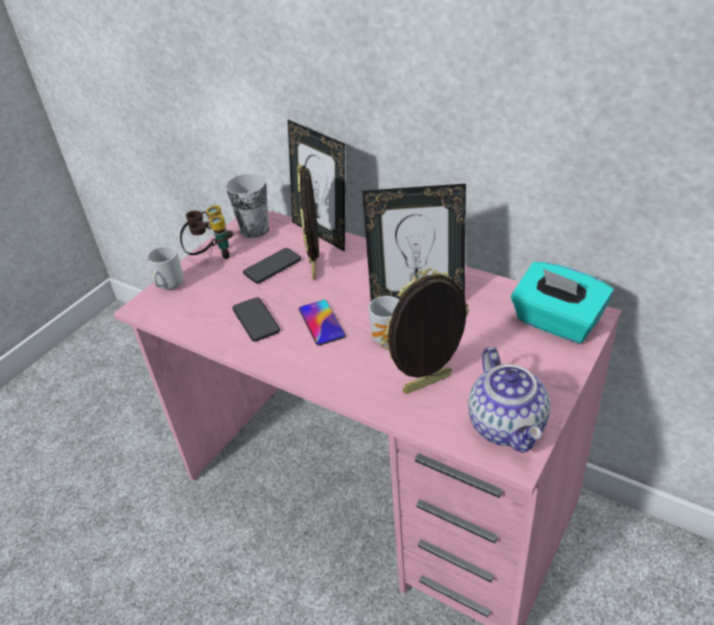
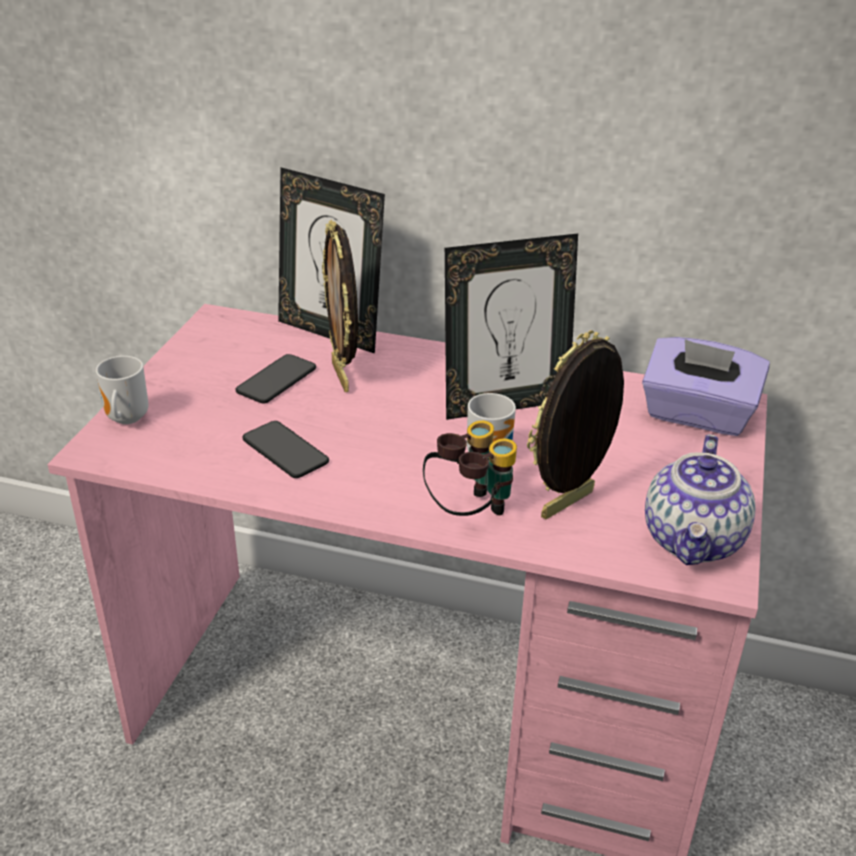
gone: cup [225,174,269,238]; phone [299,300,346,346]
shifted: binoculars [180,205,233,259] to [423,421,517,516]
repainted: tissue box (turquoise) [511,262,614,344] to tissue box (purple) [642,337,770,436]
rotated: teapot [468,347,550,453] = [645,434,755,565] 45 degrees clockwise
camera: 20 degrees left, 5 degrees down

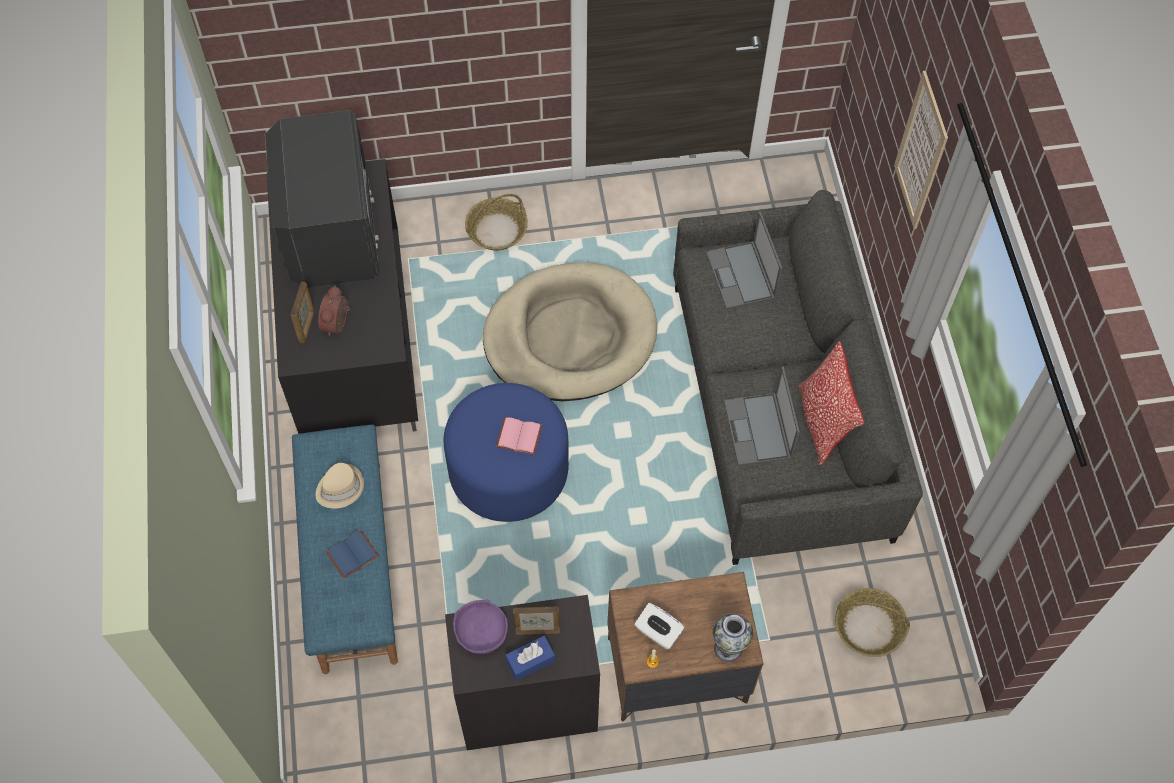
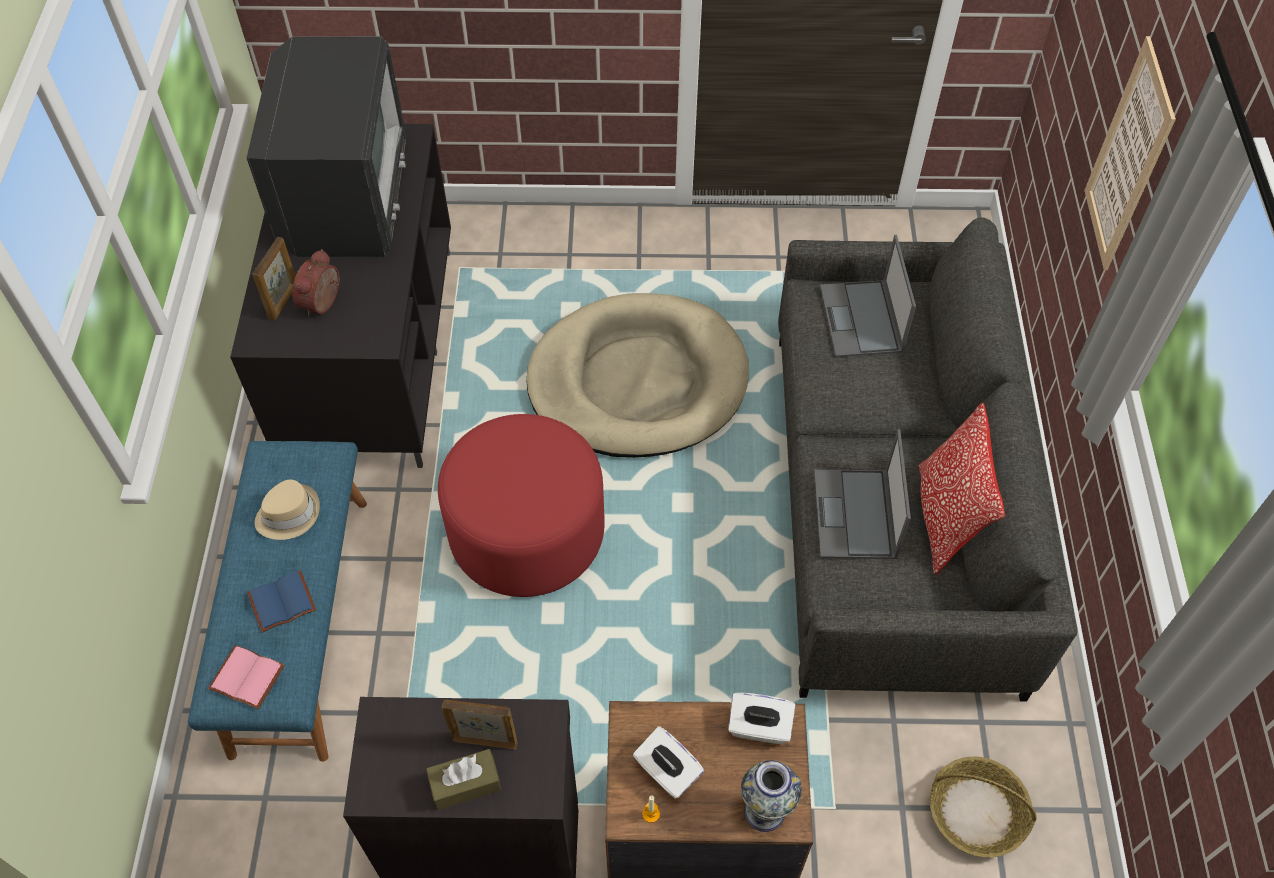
gone: bowl (purple) [453,599,508,654]; basket [465,194,528,251]
new: tissue box (white) [728,693,795,744]
shifted: book (pink) [496,417,542,455] to [208,645,285,709]
repainted: ottoman (blue) [444,383,569,522] to ottoman (red) [438,414,605,597]; tissue box (blue) [505,636,555,681] to tissue box (brown) [426,749,501,810]
camera: 10 degrees right, 5 degrees down

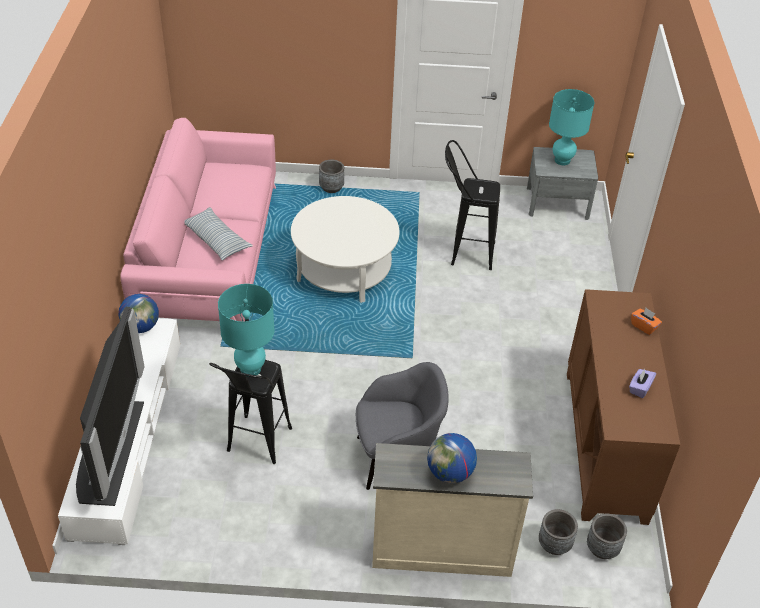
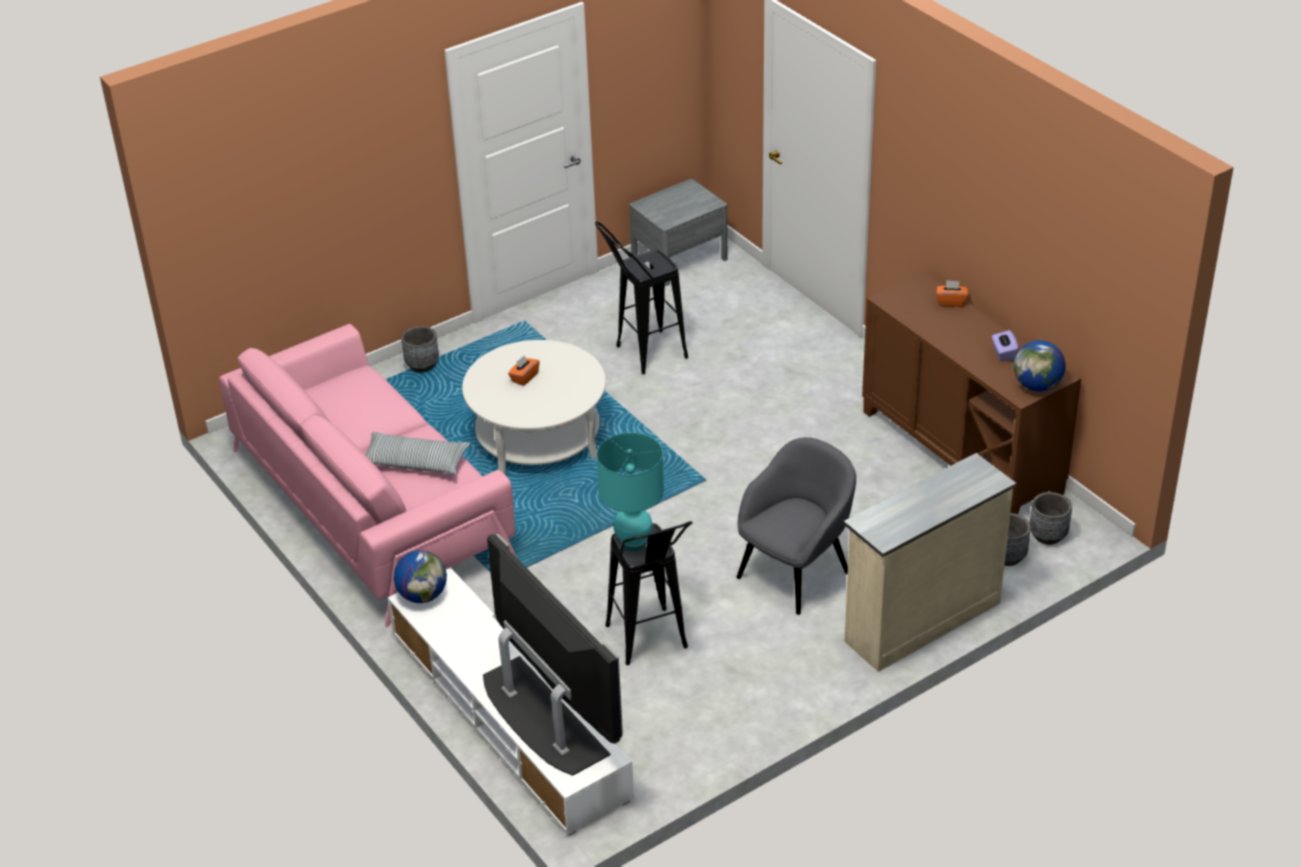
gone: table lamp (turquoise) [549,89,594,165]
new: tissue box (orange) [508,355,540,386]
shifted: globe [427,433,477,483] to [1013,340,1066,392]
camera: 35 degrees left, 5 degrees down

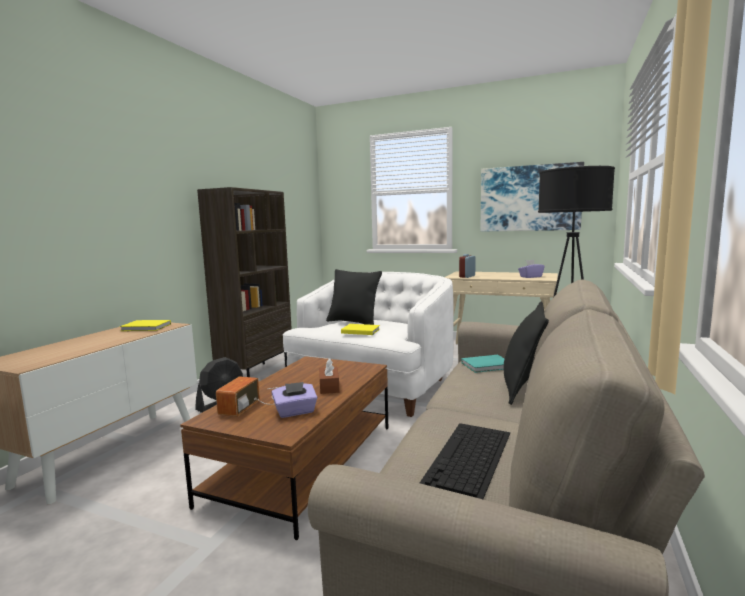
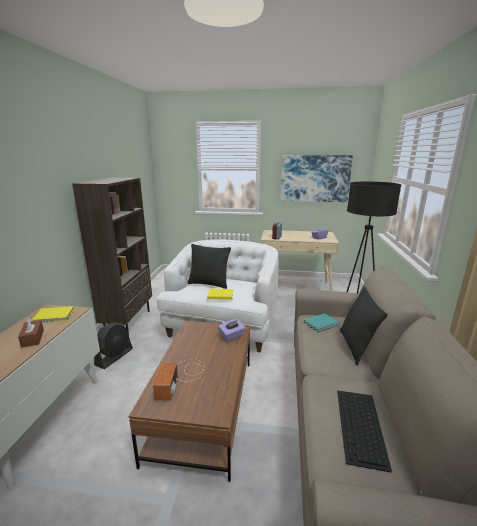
shifted: tissue box (purple) [272,382,317,418] to [218,319,245,342]; tissue box (brown) [319,358,340,394] to [18,317,44,348]
camera: 15 degrees left, 10 degrees up

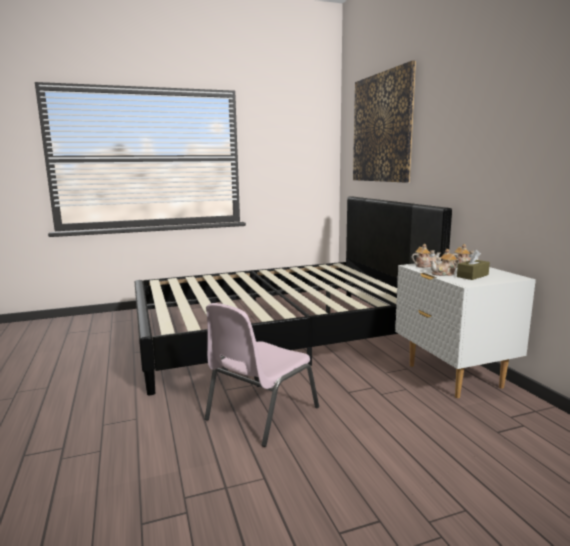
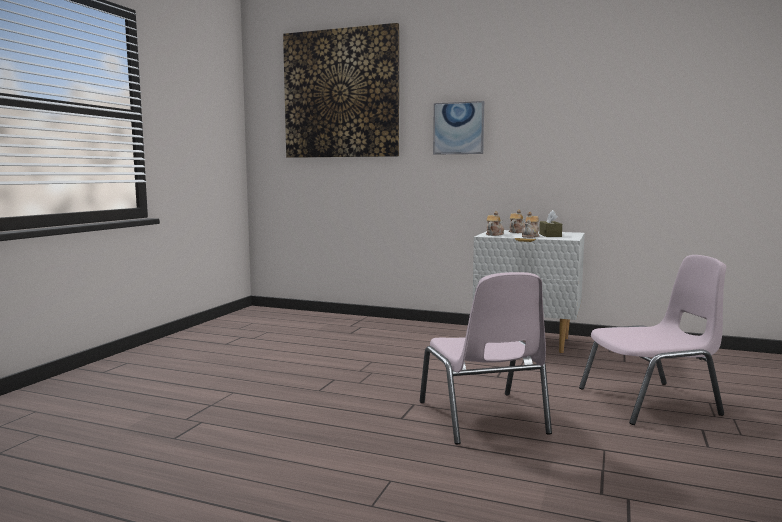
gone: bed (black) [135,196,452,395]
new: picture [433,101,484,155]; chair (pink) [579,255,726,425]
camera: 50 degrees left, 5 degrees down

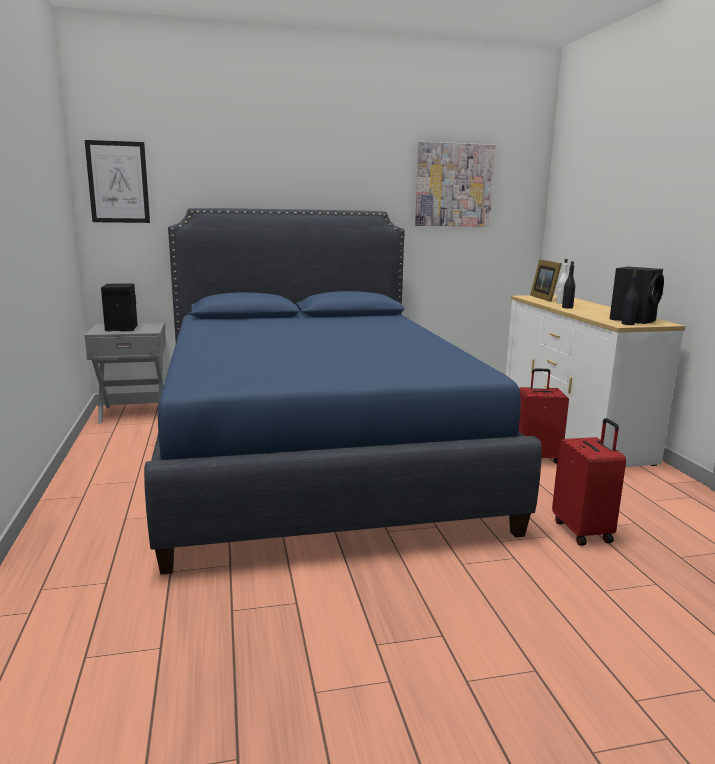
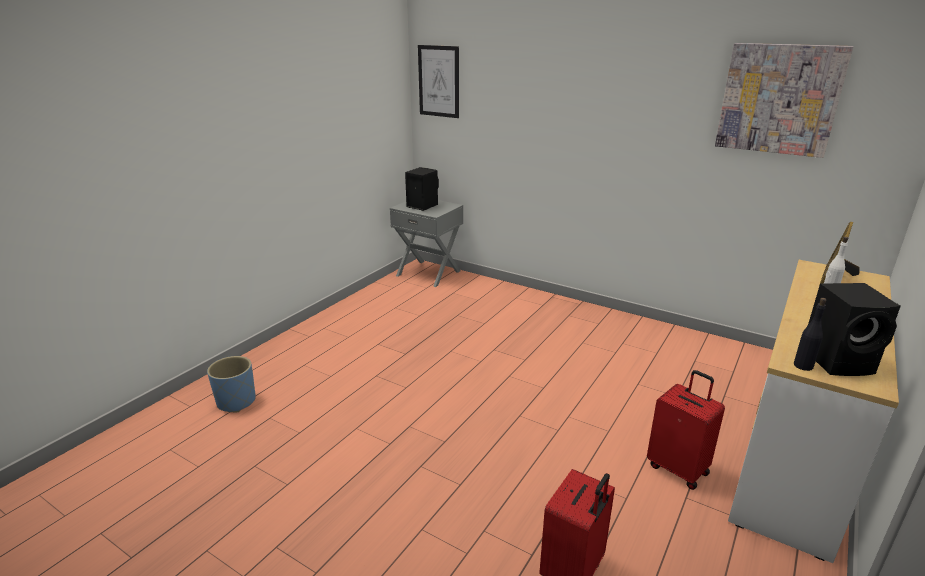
gone: bed (blue) [144,208,542,575]; bottle (black) [562,261,575,309]
new: planter (blue) [207,356,256,412]
camera: 45 degrees right, 10 degrees up

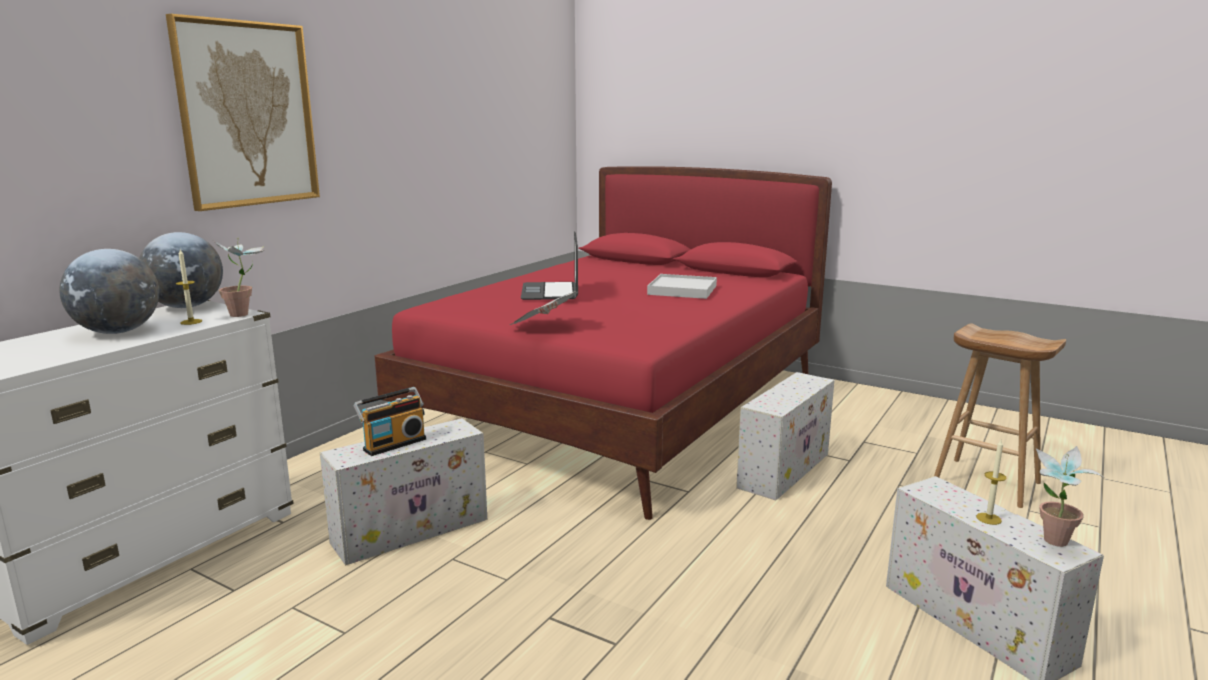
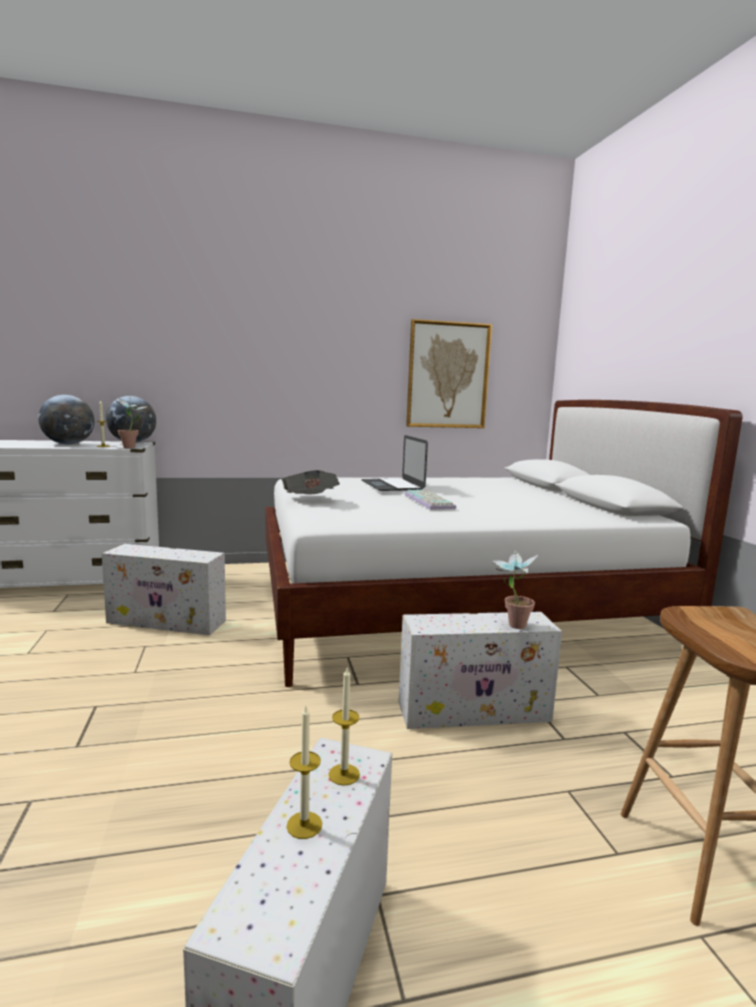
gone: radio [354,387,426,456]; tray (white) [647,274,717,299]
new: candle [329,668,360,786]; keyboard [404,489,456,510]
shifted: picture [166,14,320,211] to [406,319,492,428]; potted plant [1036,446,1103,547] to [490,550,538,629]
repainted: bed (red) [374,166,832,520] to bed (white) [266,400,742,687]
rotated: laptop [521,232,578,300] = [361,435,428,491] 60 degrees counterclockwise
camera: 45 degrees right, 5 degrees down

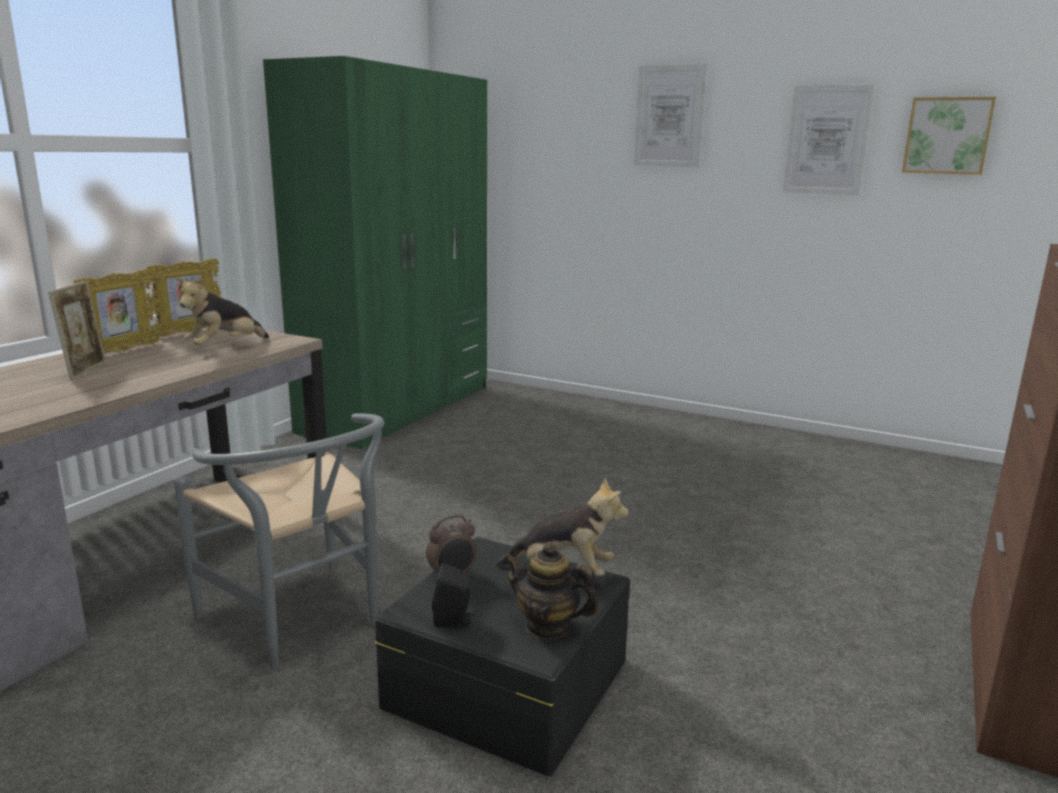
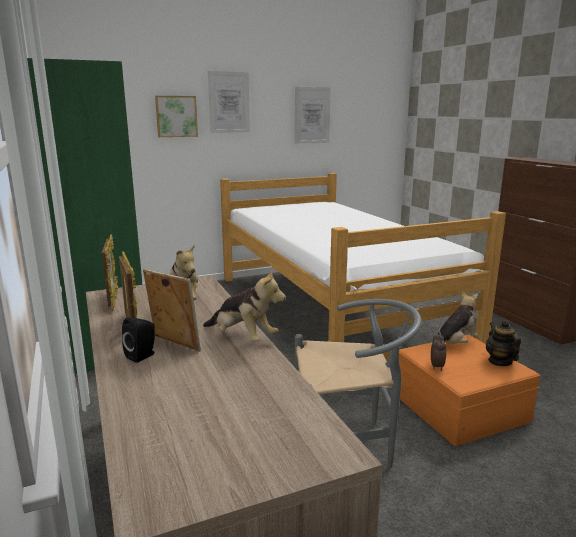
new: plush toy [203,269,286,342]; bed [220,173,506,361]
shifted: speaker (black) [432,563,475,628] to [122,317,155,363]; picture [902,97,996,175] to [155,96,198,137]
repainted: storage box (black) [374,537,630,776] to storage box (orange) [399,335,540,446]
rotated: teapot [504,542,599,639] = [486,320,521,366] 105 degrees clockwise
camera: 50 degrees left, 0 degrees up

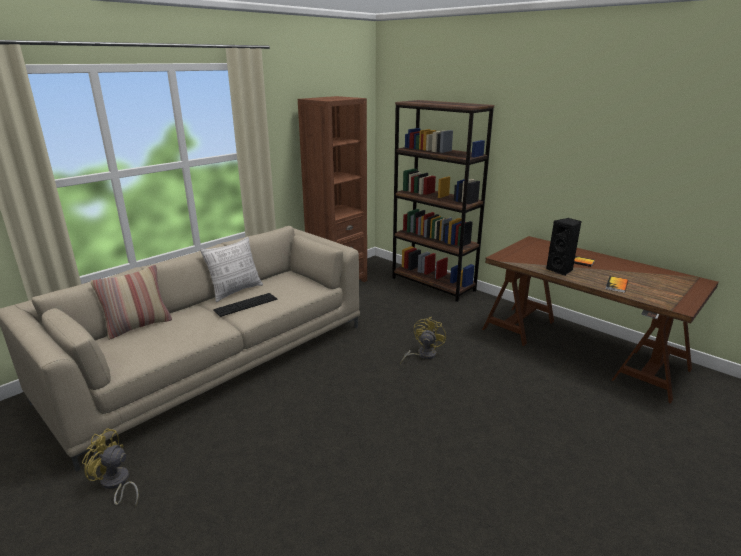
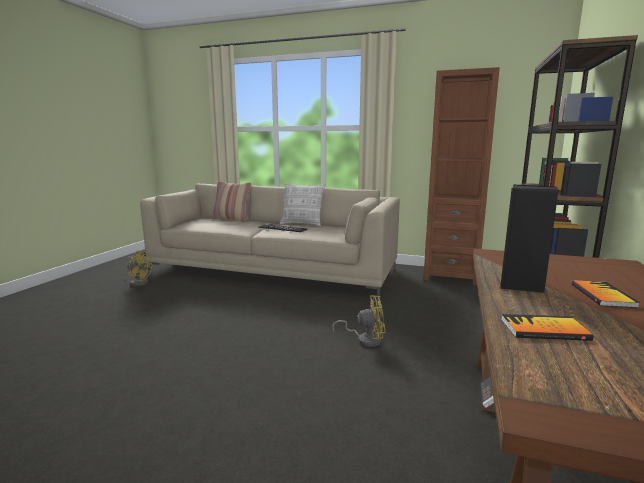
rotated: fan (yellow) [82,428,139,506] = [126,250,152,286] 120 degrees clockwise
camera: 65 degrees right, 10 degrees down

